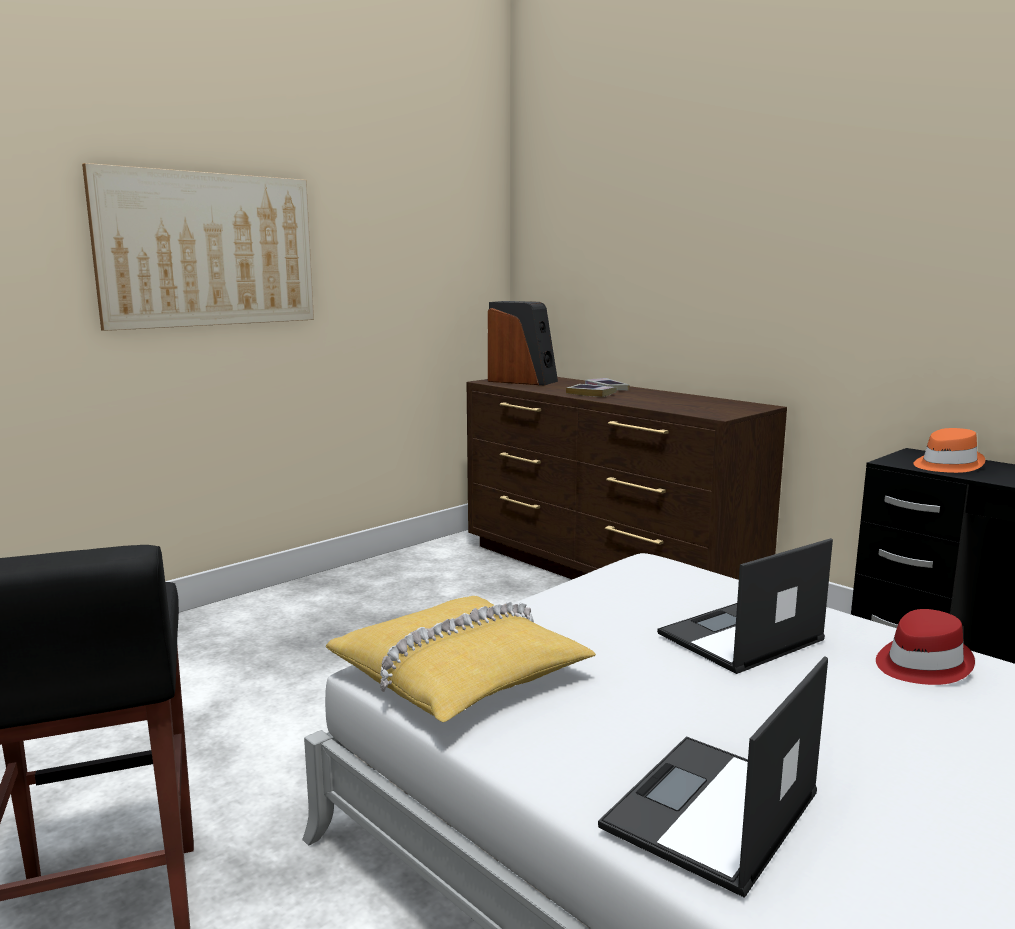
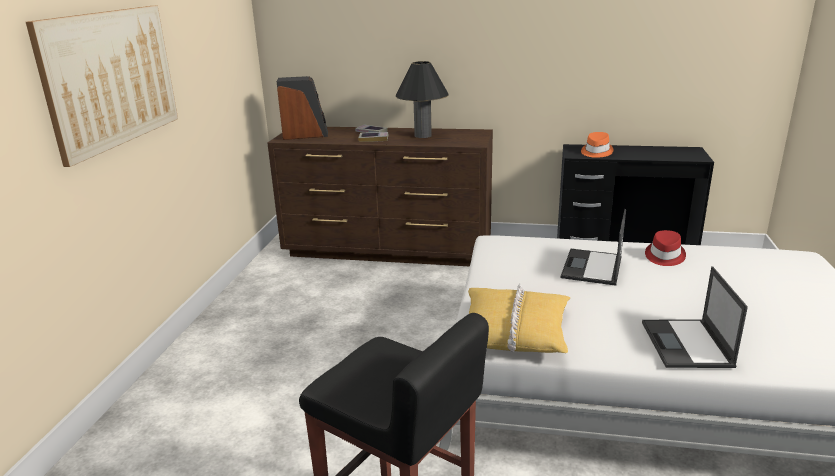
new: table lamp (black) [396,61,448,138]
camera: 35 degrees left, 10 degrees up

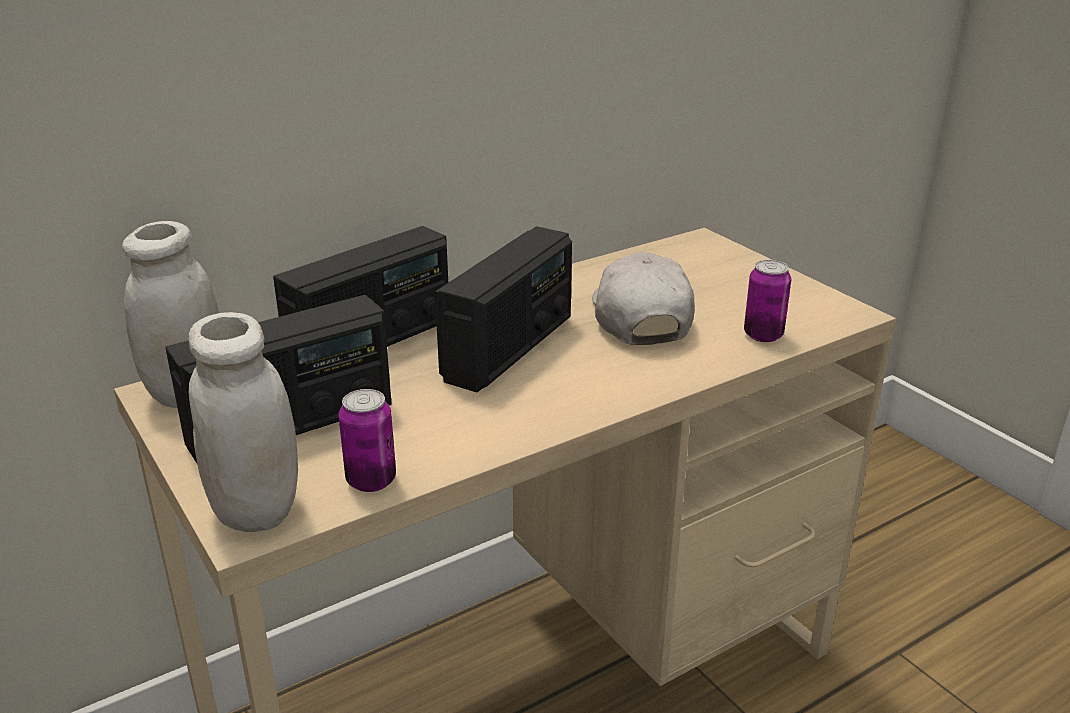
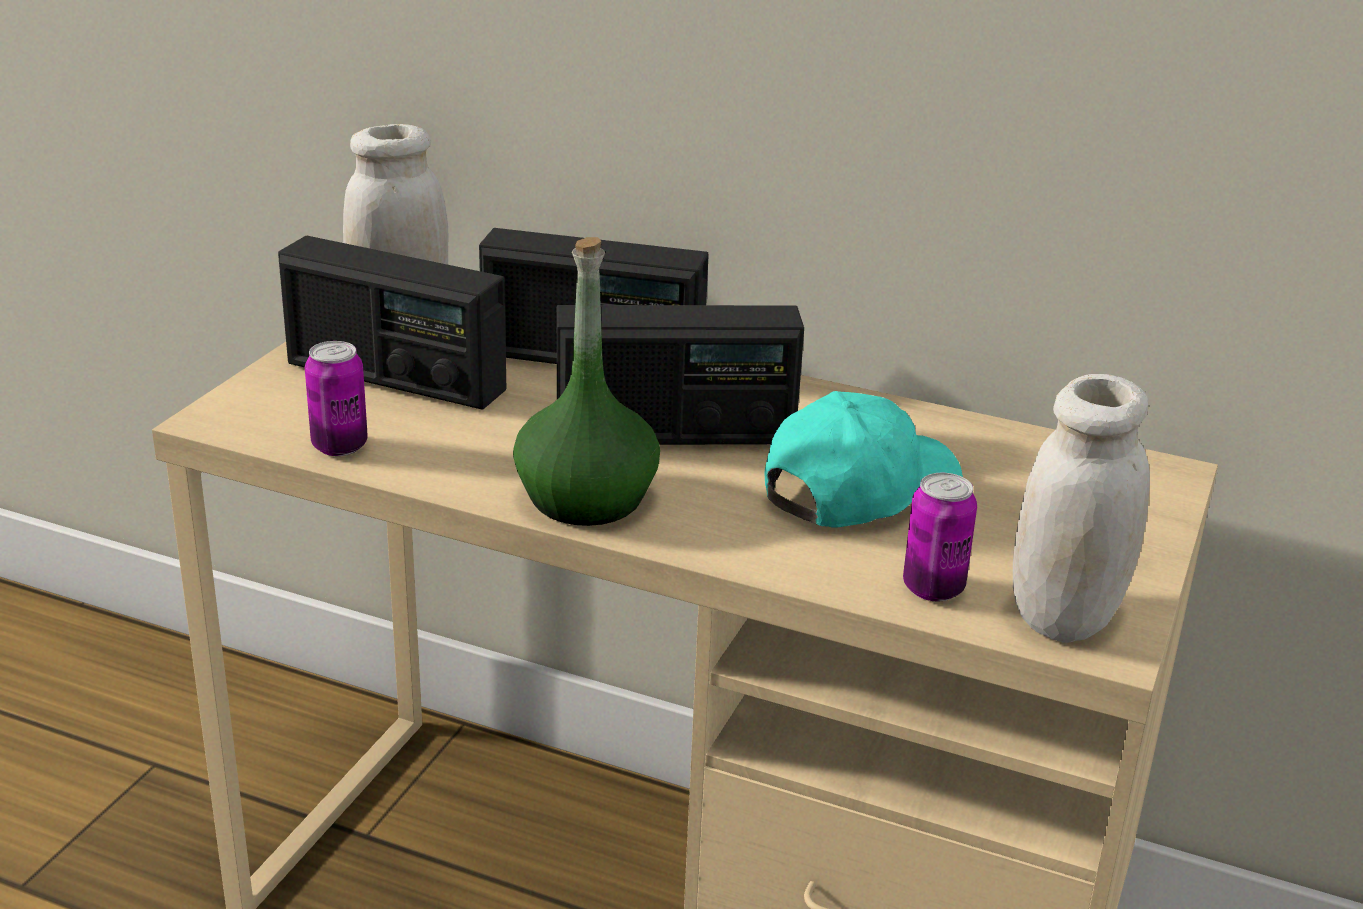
new: bottle (green) [513,237,660,526]
shifted: jar (white) [188,312,298,532] to [1013,374,1150,643]
repainted: cap (white) [592,252,695,345] to cap (turquoise) [765,391,963,527]
camera: 55 degrees right, 0 degrees up

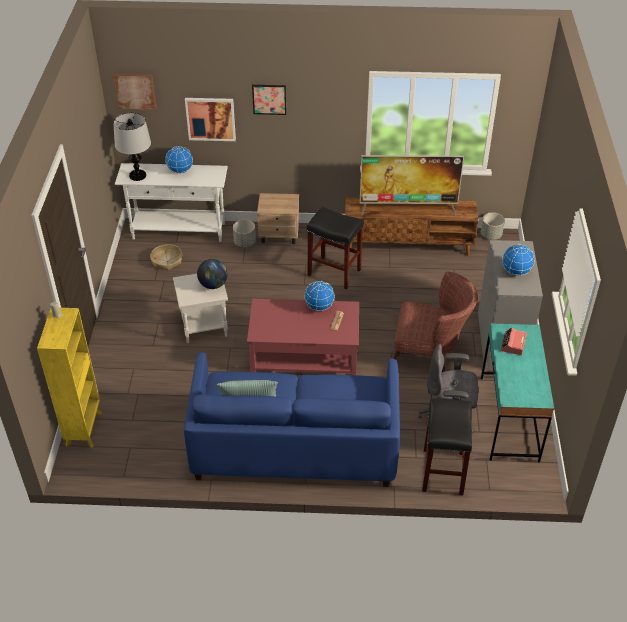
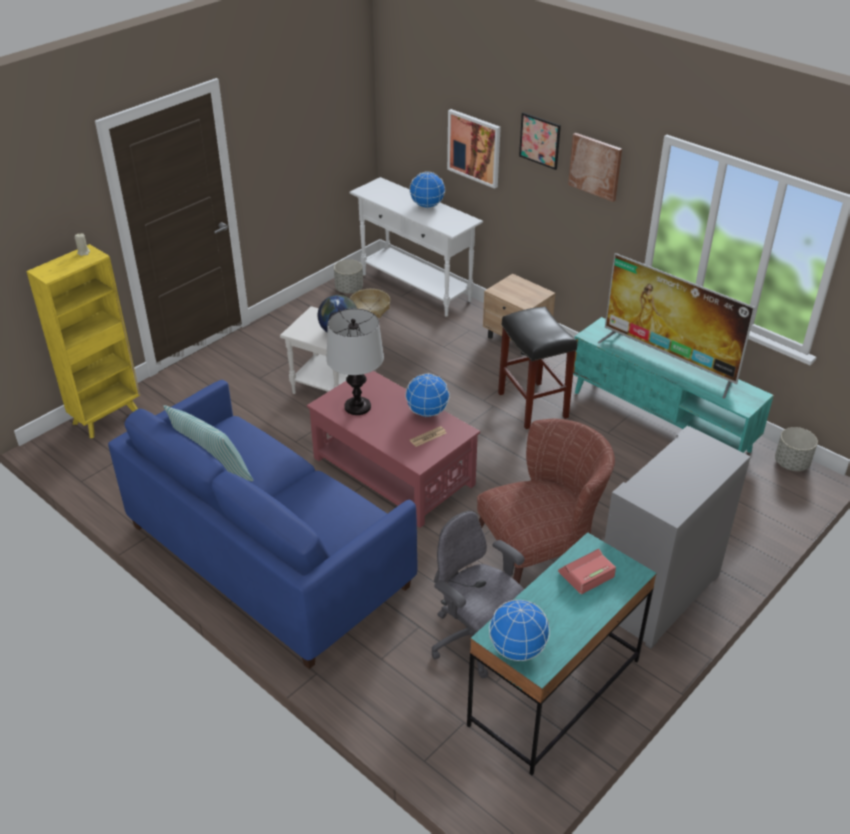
gone: stool (black) [422,398,472,495]
shifted: picture [113,74,156,110] to [568,133,622,202]; table lamp [113,113,151,181] to [326,309,384,415]; planter (grey) [233,220,256,247] to [334,259,363,293]; globe [502,244,535,276] to [489,599,550,661]
repainted: tv stand (brown) [345,198,478,256] to tv stand (turquoise) [573,317,774,453]
rotated: armchair (brown) [393,272,478,372] = [477,419,615,583] 75 degrees counterclockwise
camera: 40 degrees right, 5 degrees down

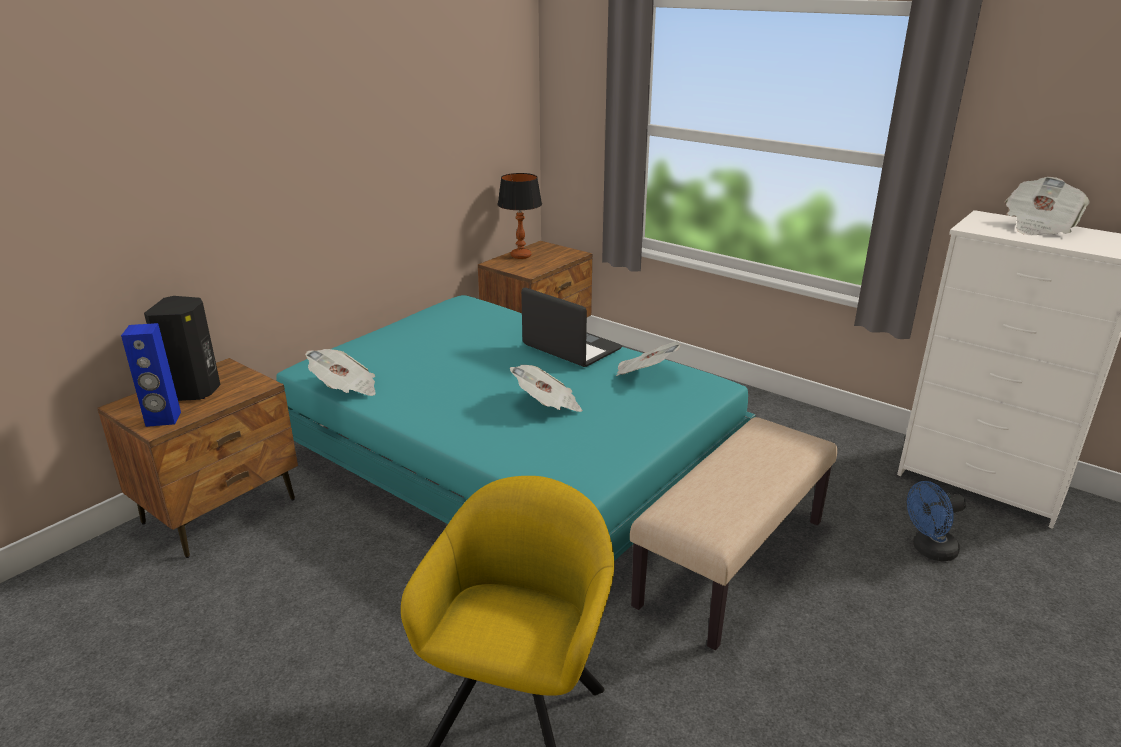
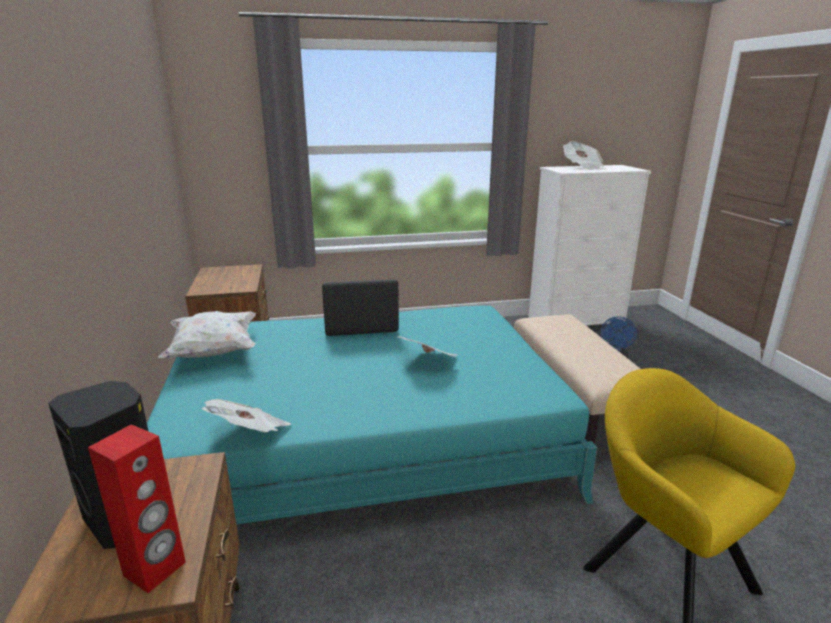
gone: table lamp [498,173,542,259]; newspaper [616,341,681,376]
new: pillow (white) [159,311,256,359]
repainted: speaker (blue) [121,323,181,427] to speaker (red) [88,425,186,593]
camera: 50 degrees left, 5 degrees down

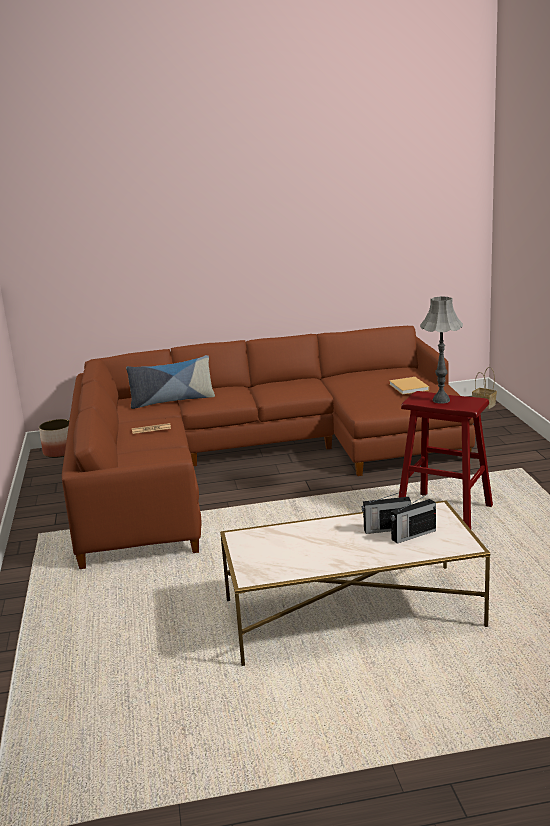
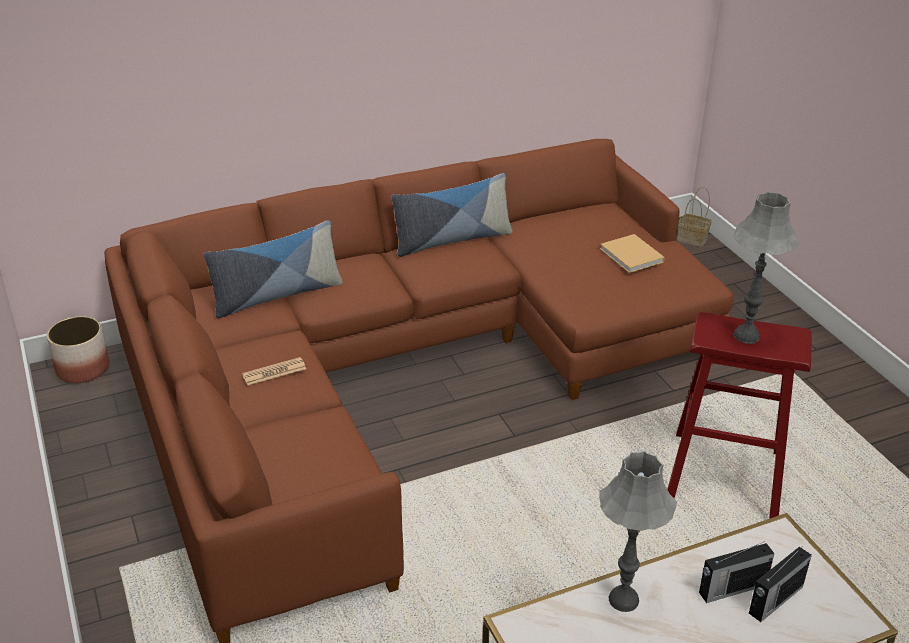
new: pillow [391,173,512,257]; table lamp (grey) [599,451,677,612]
camera: 15 degrees left, 15 degrees up

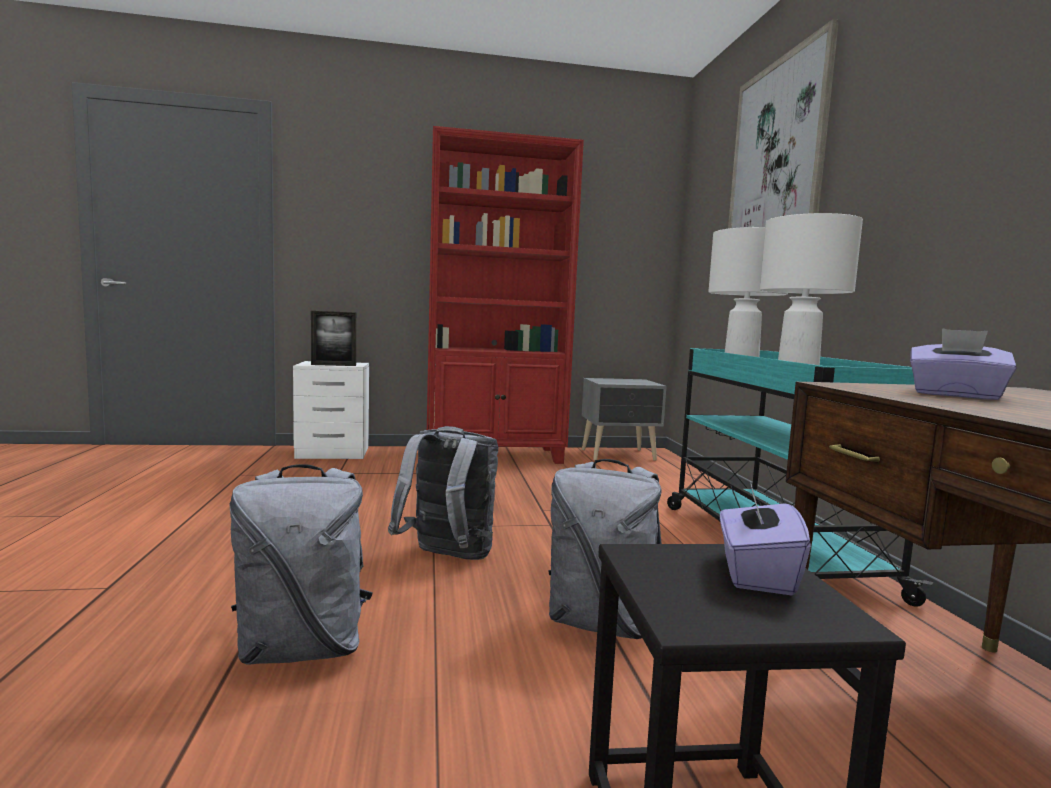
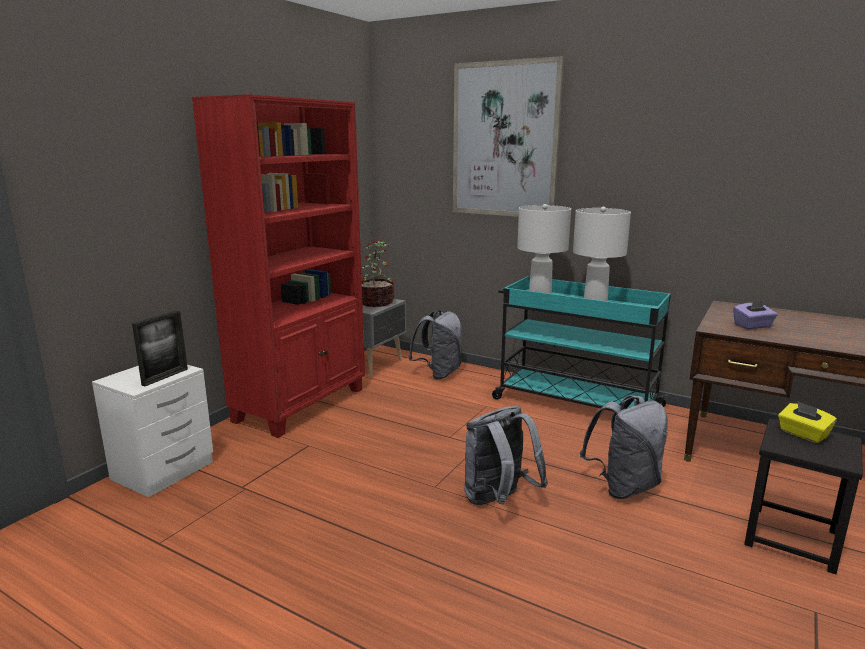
new: potted plant [361,239,394,307]
shifted: backpack (grey) [229,464,373,664] to [408,310,463,379]
repainted: tissue box (purple) [720,484,811,596] to tissue box (yellow) [778,401,837,443]
camera: 50 degrees left, 10 degrees up

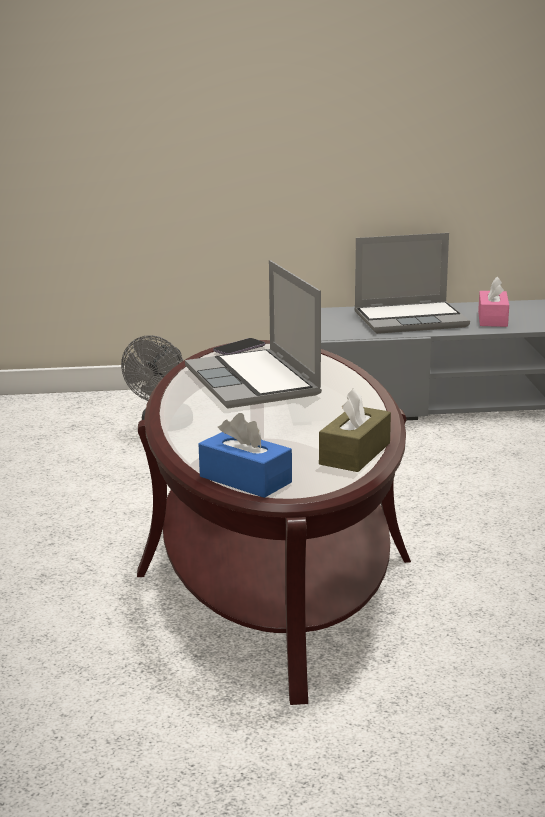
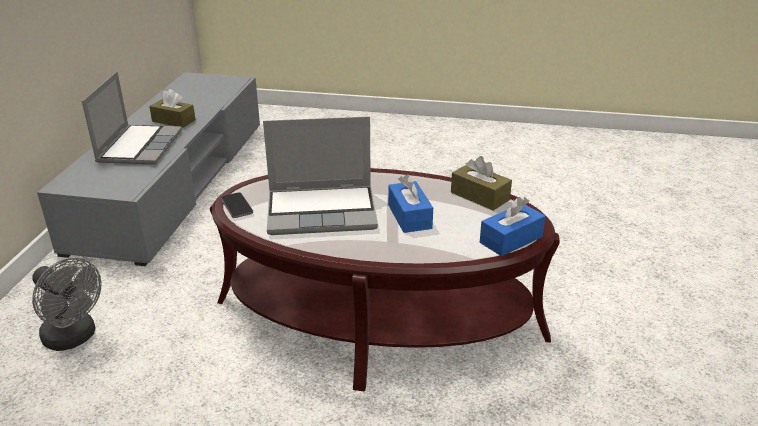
new: tissue box (blue) [388,174,433,233]
repainted: tissue box (pink) [478,276,509,327] to tissue box (brown) [149,89,195,128]
camera: 75 degrees left, 10 degrees up

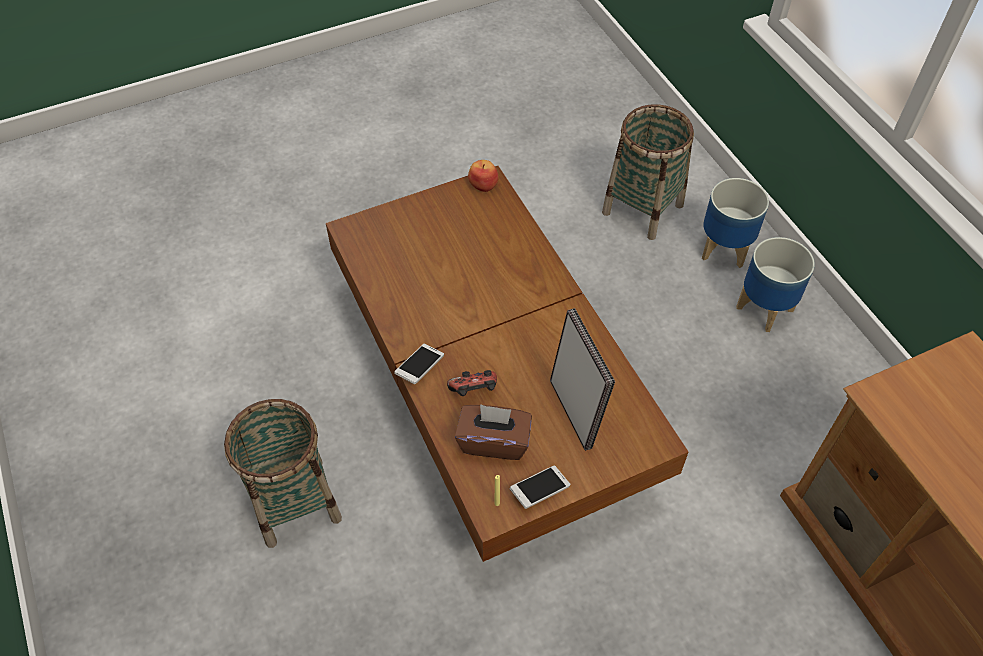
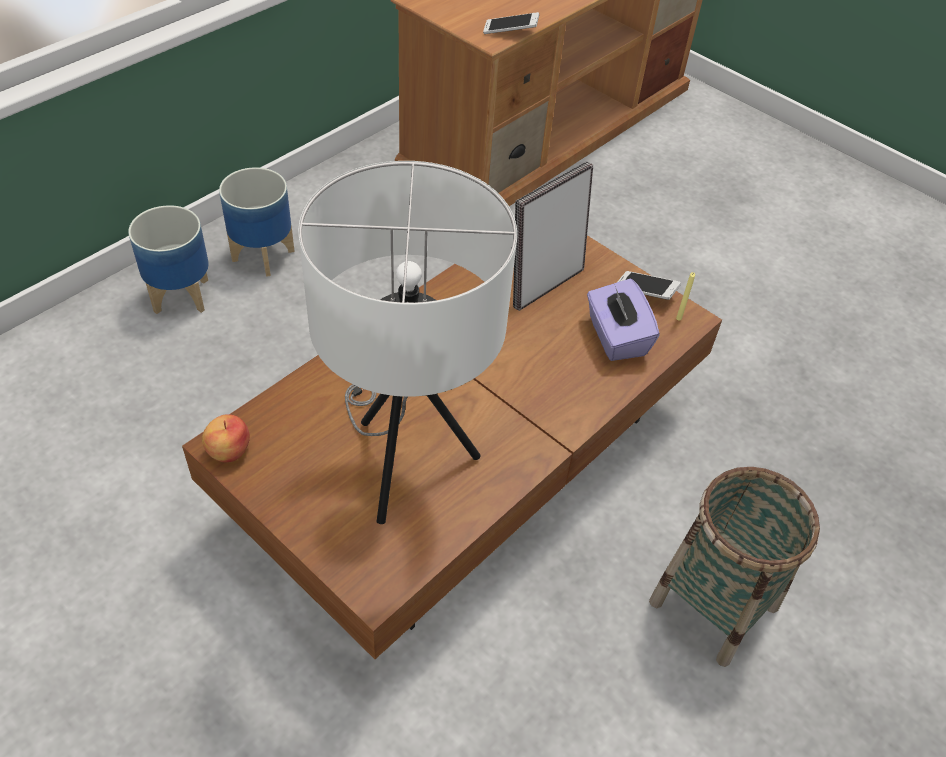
gone: game controller [447,370,497,396]; basket [602,104,694,240]
new: table lamp (white) [298,161,517,524]
shifted: phone [394,344,444,384] to [483,12,539,34]
repainted: tissue box (brown) [455,404,532,460] to tissue box (purple) [587,278,660,361]
camera: 115 degrees left, 5 degrees down

